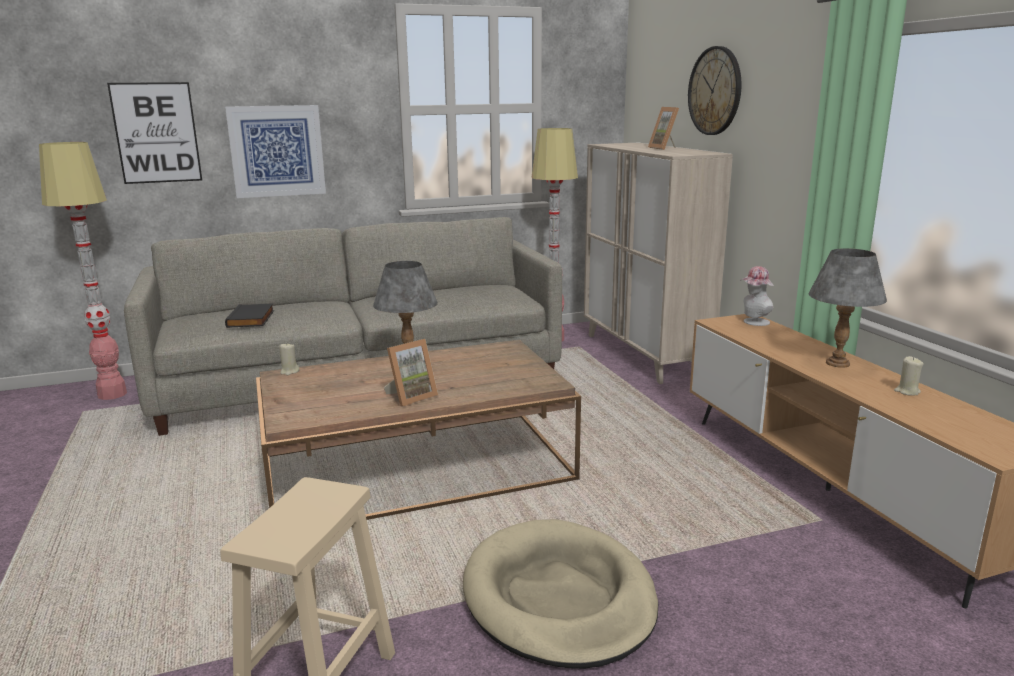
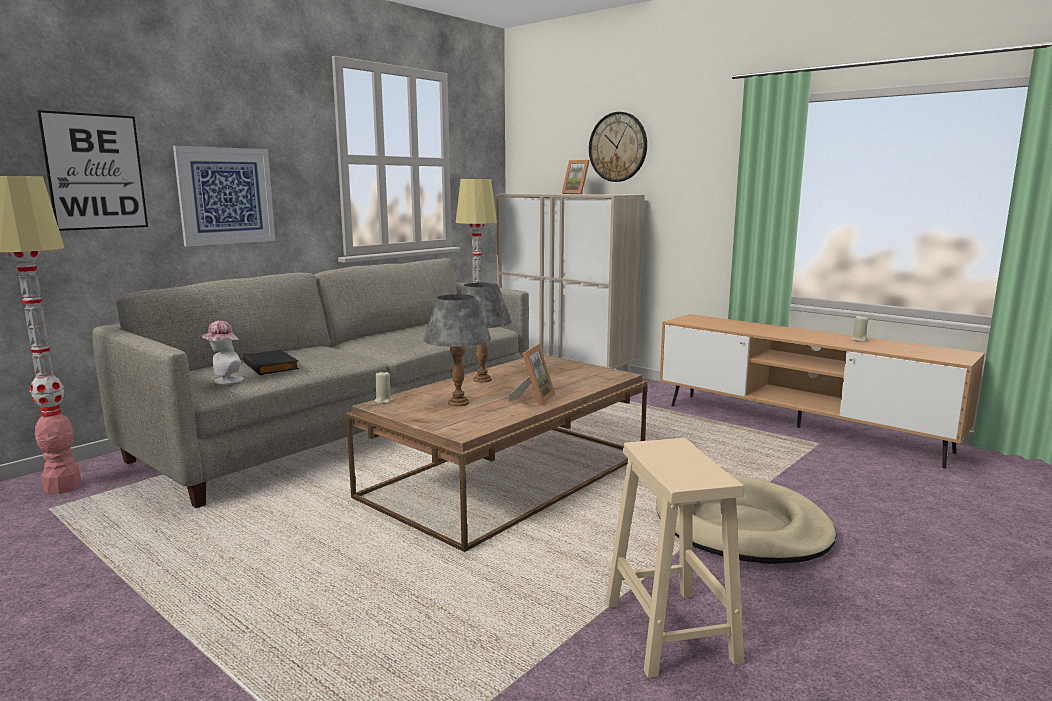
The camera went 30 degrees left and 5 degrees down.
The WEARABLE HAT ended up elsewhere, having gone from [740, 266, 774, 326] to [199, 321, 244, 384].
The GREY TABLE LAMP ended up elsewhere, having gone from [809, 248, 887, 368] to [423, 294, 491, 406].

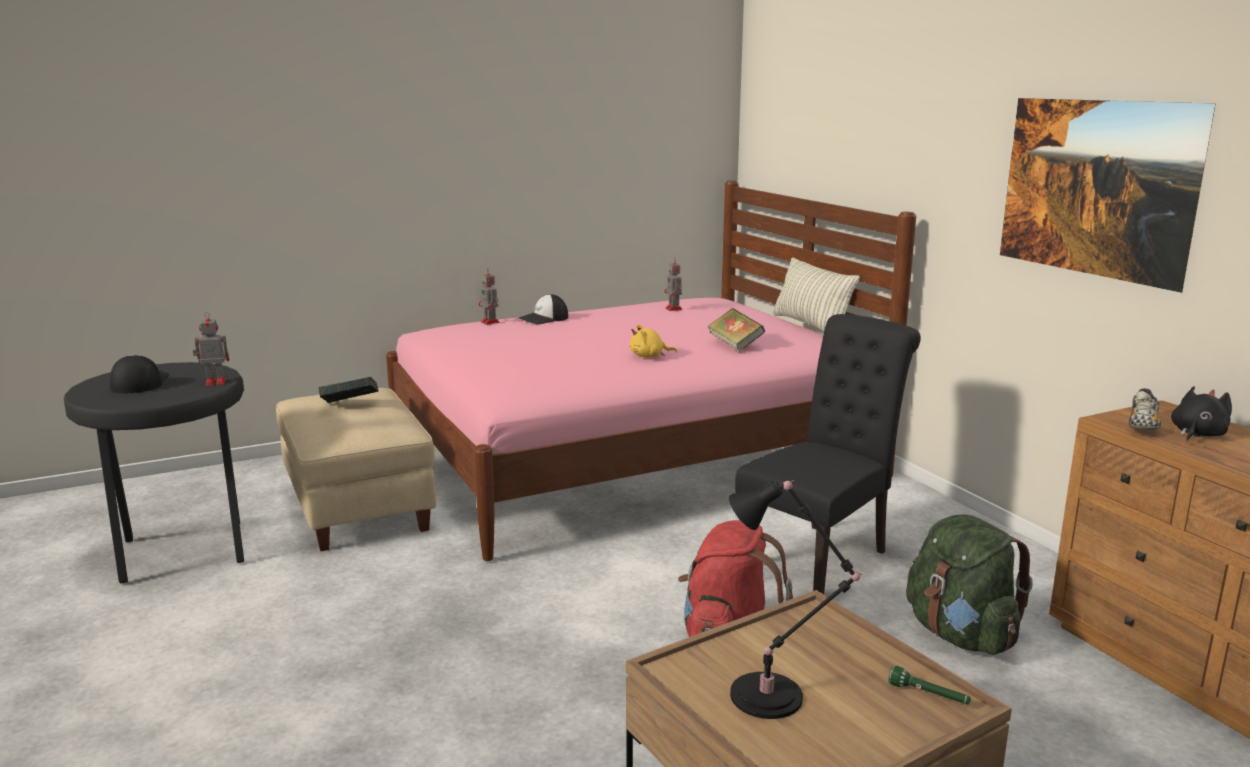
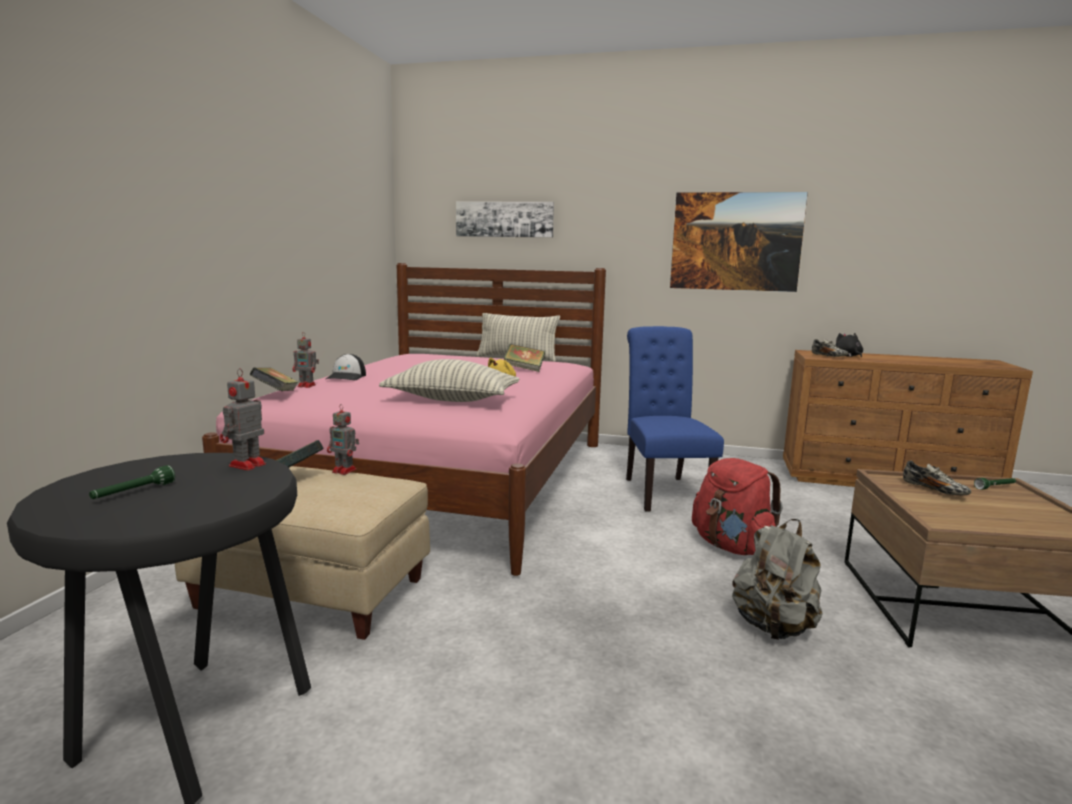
The camera went 50 degrees left and 5 degrees down.
Where the BASEBALL CAP stood at [110, 355, 169, 393], the GREEN-COLOURED FLASHLIGHT came to stand at [89, 465, 175, 499].
The second view gained the VOLUME at [250, 368, 298, 391].
The ROBOT FIGURE ended up elsewhere, having gone from [665, 258, 683, 311] to [327, 404, 359, 475].
The second view gained the CUSHION at [379, 359, 520, 402].
The second view gained the PICTURE at [456, 202, 554, 238].
What was the BLACKISH UPRIGHT CHAIR at [735, 314, 921, 594] turned into the BLUE UPRIGHT CHAIR at [626, 326, 724, 511].
The second view gained the GREY BACKPACK at [732, 519, 823, 640].
The second view gained the SHOE at [903, 461, 971, 495].
The second view lost the BLACKISH TABLE LAMP at [729, 480, 862, 719].
The second view lost the GREEN-COLOURED BACKPACK at [906, 515, 1033, 655].

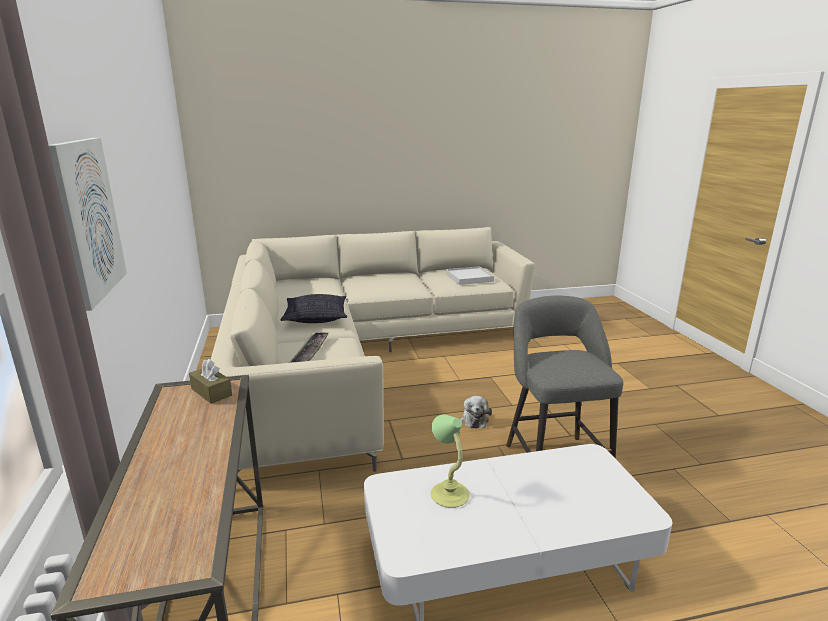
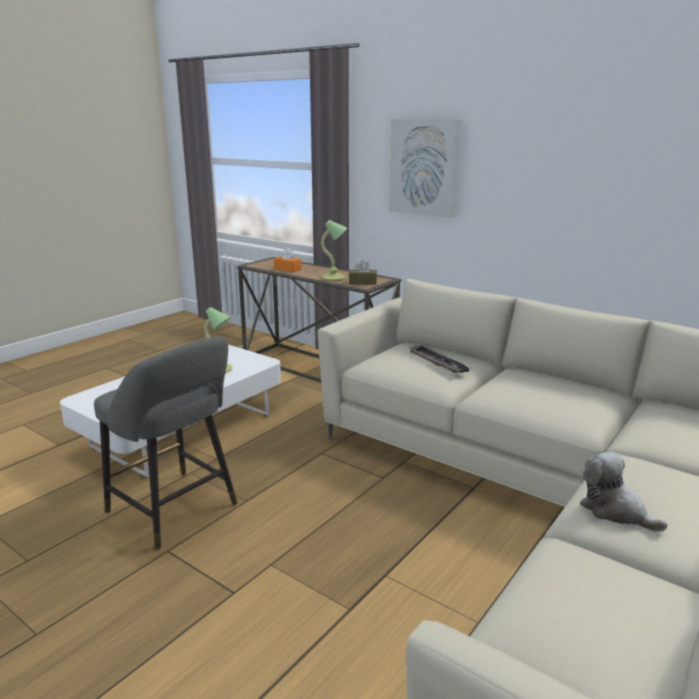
The camera went 140 degrees right and 0 degrees up.
The second view gained the ORANGE-COLOURED TISSUE HOLDER at [274, 248, 302, 272].
The second view gained the TABLE LAMP at [321, 220, 347, 281].
The SOFT TOY ended up elsewhere, having gone from [460, 396, 492, 428] to [579, 452, 668, 532].
The second view lost the CUSHION at [281, 294, 347, 323].
The second view lost the WHITE-COLOURED CARRYING TRAY at [446, 266, 494, 285].

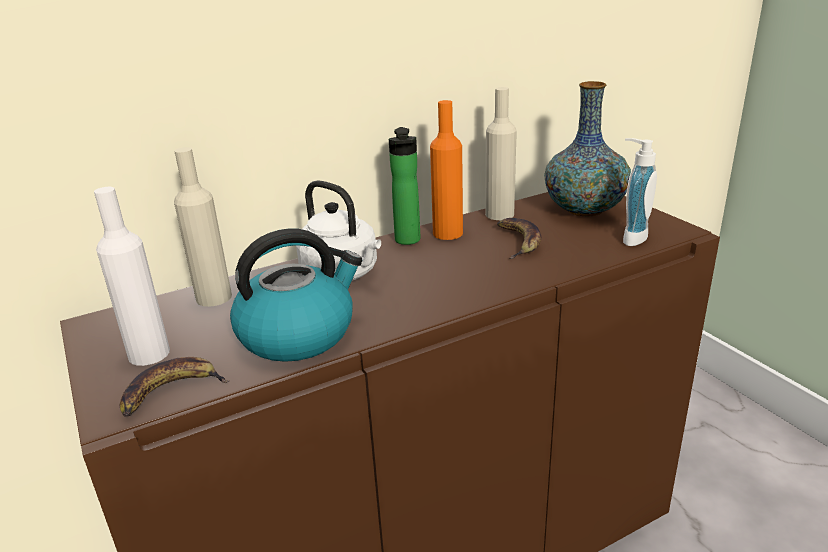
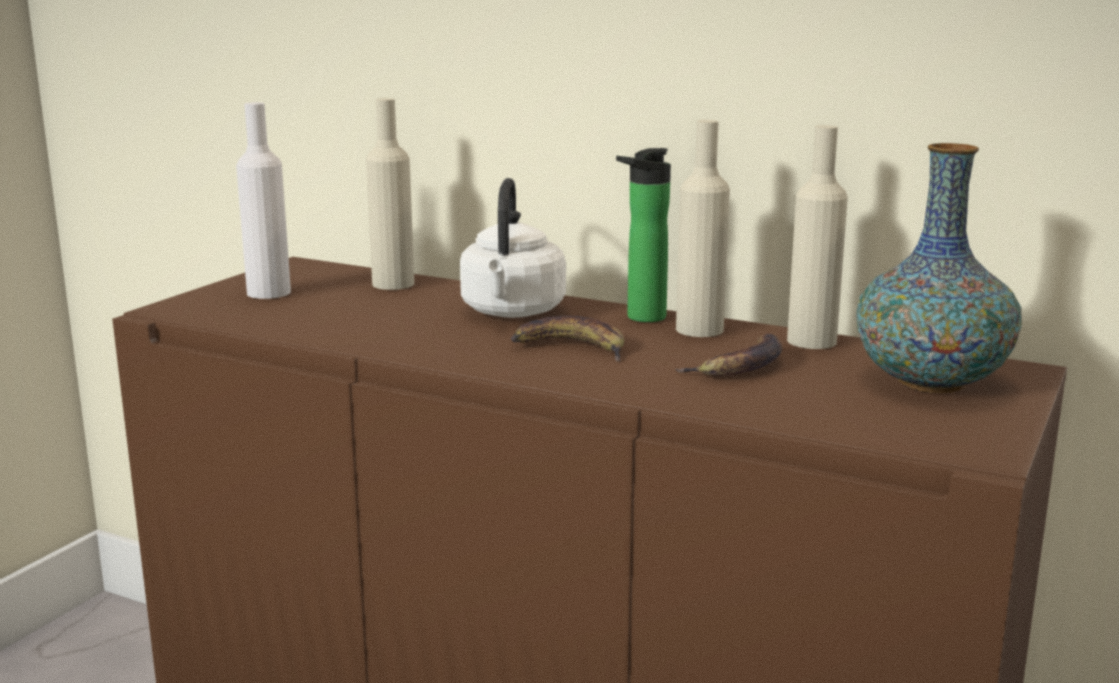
The camera went 55 degrees right and 10 degrees down.
The BANANA FRUIT ended up elsewhere, having gone from [120, 357, 229, 417] to [511, 316, 624, 362].
What was the ORANGE-COLOURED DRINK BOTTLE at [430, 100, 463, 240] turned into the BEIGE-COLOURED DRINK BOTTLE at [676, 120, 730, 337].
The second view lost the TEA KETTLE at [230, 228, 362, 362].
The second view lost the LIQUID SOAP BOTTLE at [623, 138, 657, 246].

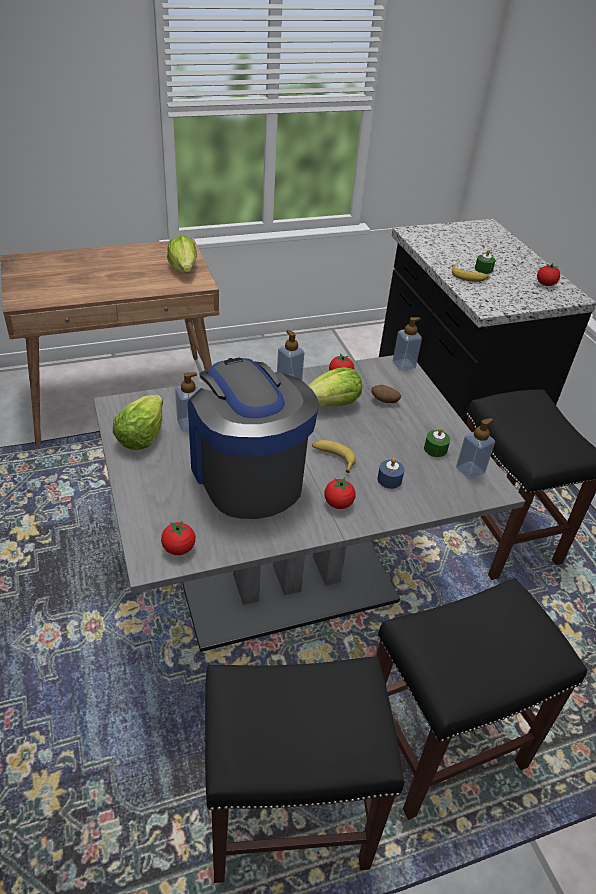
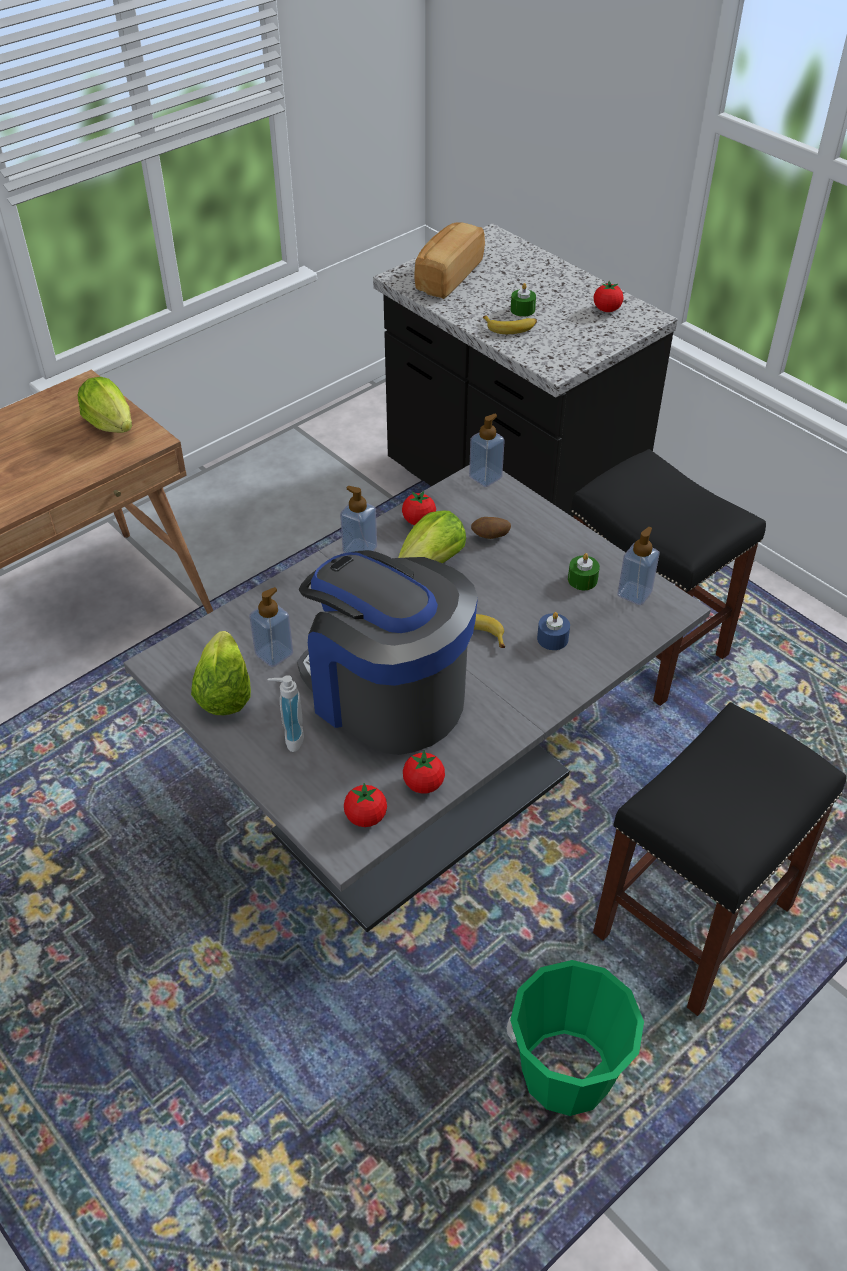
The camera went 20 degrees left and 5 degrees up.
The second view gained the LIQUID SOAP BOTTLE at [268, 675, 304, 752].
The TOMATO ended up elsewhere, having gone from [325, 478, 356, 509] to [403, 750, 445, 794].
The second view gained the BAKERY BREAD at [414, 222, 485, 299].
Where the BLACKISH STOOL stood at [205, 656, 404, 883], the GREEN-COLOURED PAIL came to stand at [507, 960, 644, 1116].

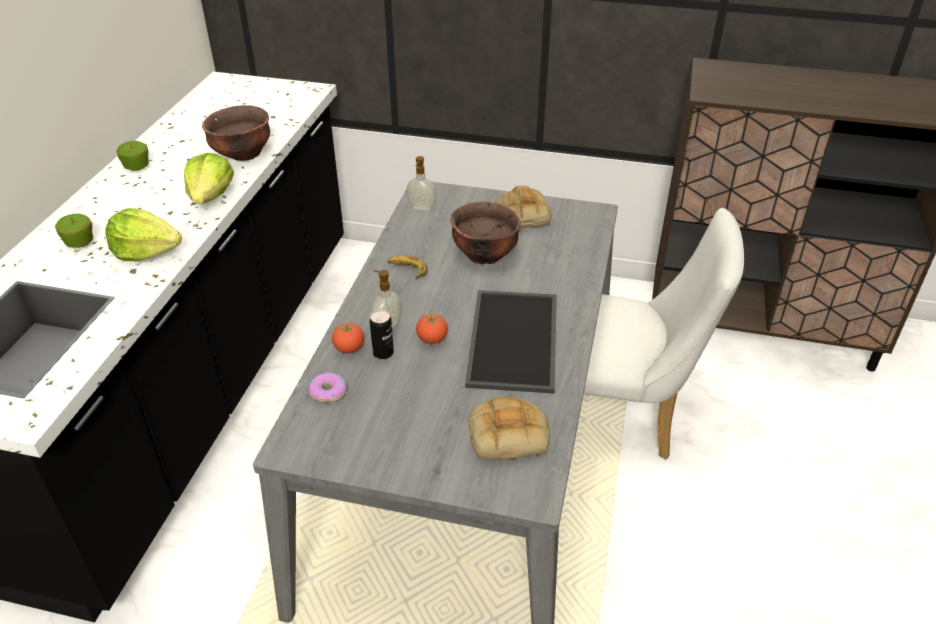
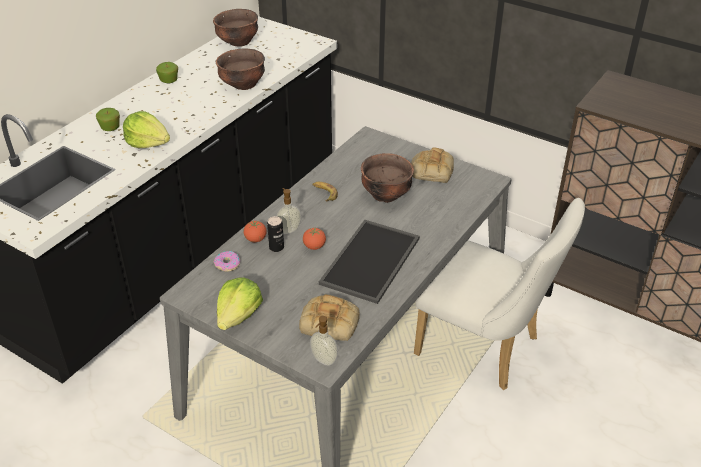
The camera went 20 degrees right and 0 degrees up.
The second view gained the BROWN-COLOURED SERVING BOWL at [213, 9, 258, 47].
The LETTUCE HEAD ended up elsewhere, having gone from [184, 153, 234, 204] to [217, 277, 263, 330].
The LIQUID SOAP BOTTLE ended up elsewhere, having gone from [406, 156, 437, 211] to [310, 316, 338, 366].

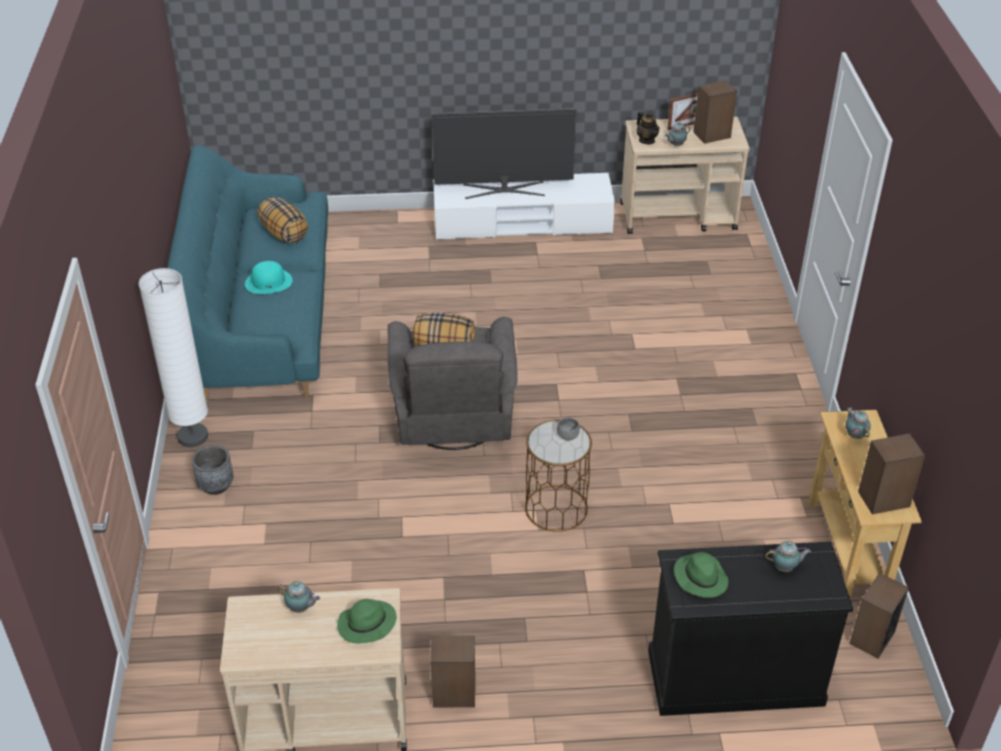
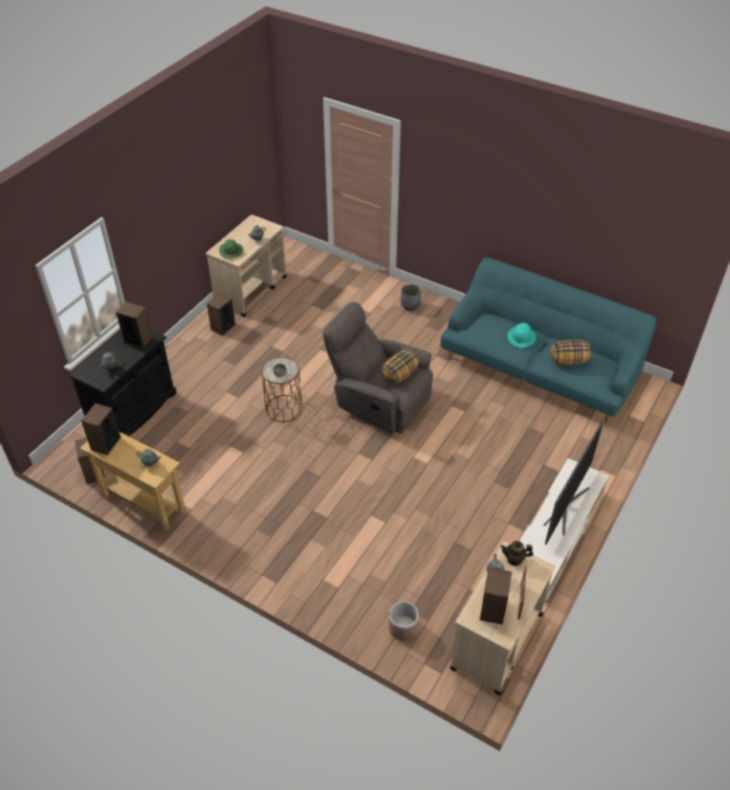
The camera went 125 degrees right and 5 degrees up.
Where the GREEN-COLOURED WEARABLE HAT stood at [674, 552, 728, 598], the LOUDSPEAKER came to stand at [116, 302, 153, 348].
The second view gained the FLOWER POT at [389, 601, 419, 641].
The second view lost the WHITE-COLOURED STANDING LAMP at [139, 268, 208, 447].

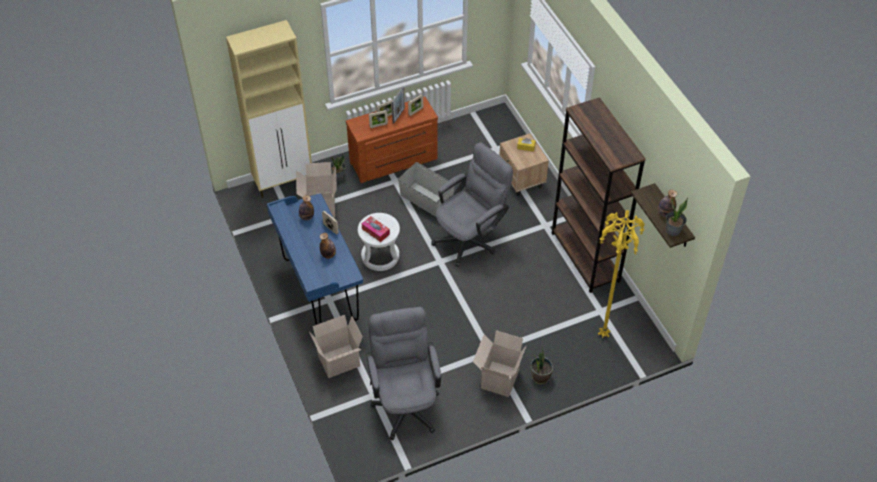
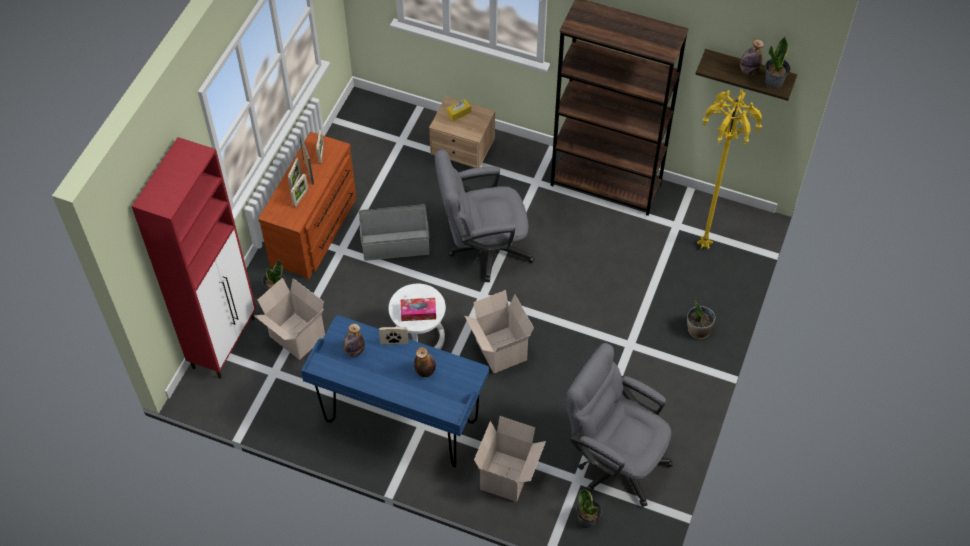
The camera went 45 degrees left and 5 degrees up.
What was the BEIGE-COLOURED CABINET at [226, 20, 312, 198] turned into the REDDISH CABINET at [132, 137, 256, 379].
The GREY COMPUTER CHAIR at [431, 142, 513, 267] ended up facing another way, 105 degrees counterclockwise from before.
The PACKING BOX ended up elsewhere, having gone from [473, 330, 527, 397] to [465, 290, 534, 373].
The second view gained the POTTED PLANT at [576, 489, 602, 528].

